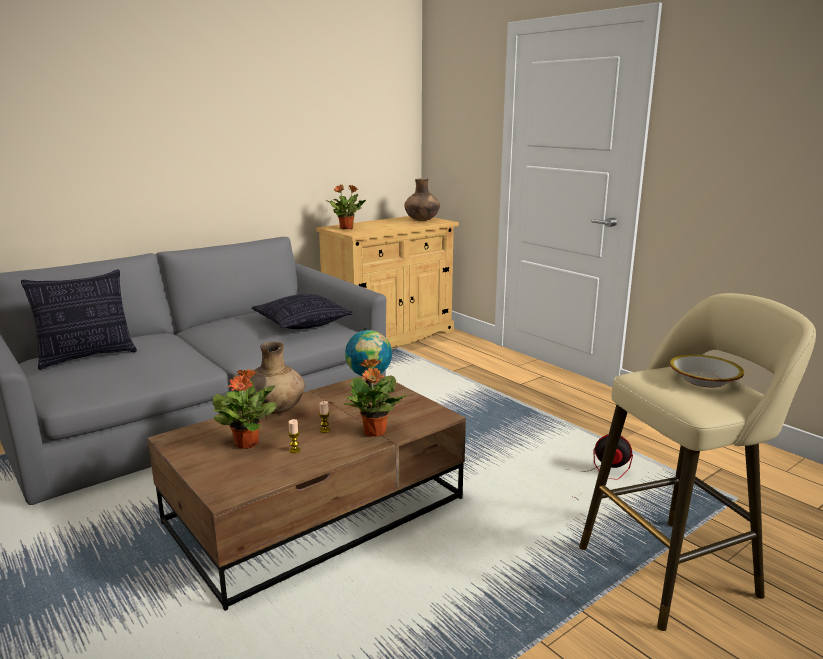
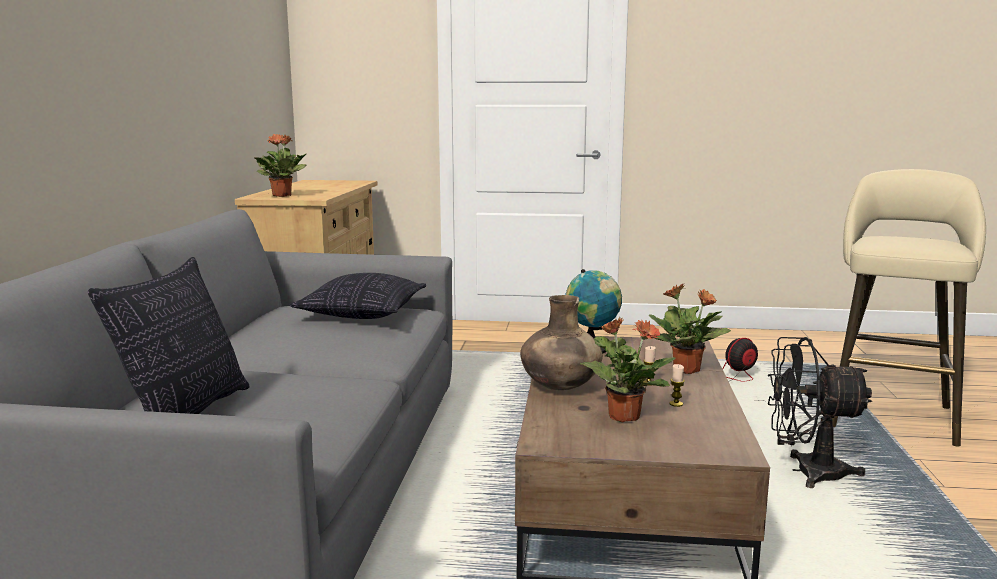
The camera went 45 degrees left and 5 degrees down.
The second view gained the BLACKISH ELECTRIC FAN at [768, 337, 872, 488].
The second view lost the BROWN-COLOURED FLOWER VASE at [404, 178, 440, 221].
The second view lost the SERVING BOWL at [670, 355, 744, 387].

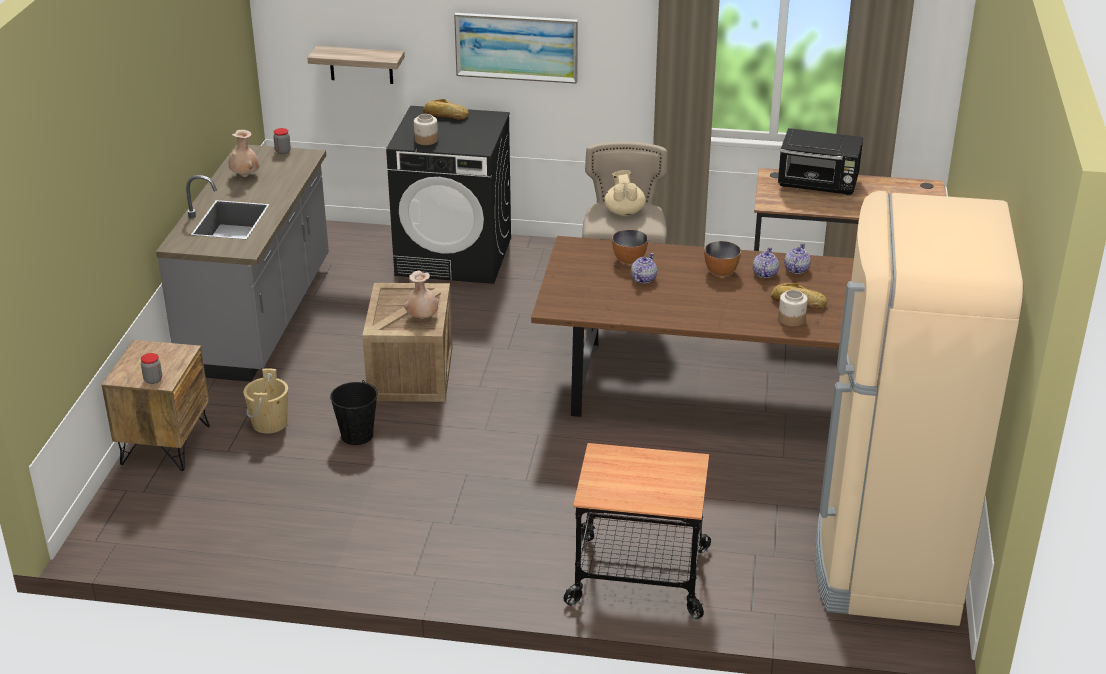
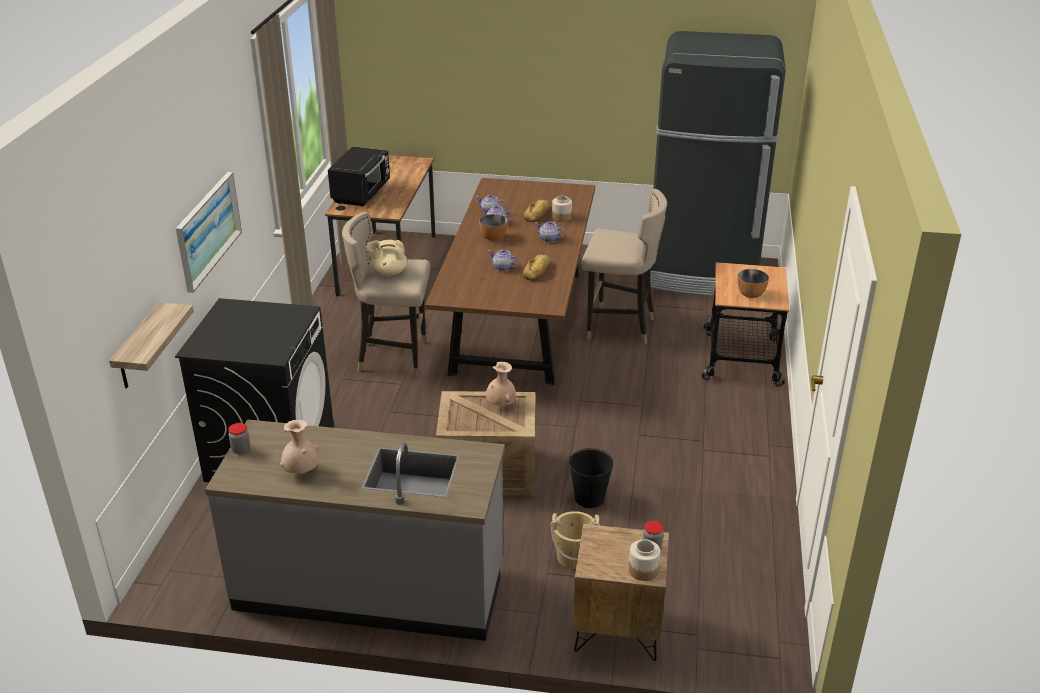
The camera went 90 degrees left and 0 degrees up.
The BAKERY BREAD ended up elsewhere, having gone from [423, 99, 469, 120] to [522, 254, 550, 281].
The second view gained the TEA POT at [535, 221, 566, 242].
The second view gained the BEIGE-COLOURED STOOL at [582, 189, 667, 344].
The PRESERVE JAR ended up elsewhere, having gone from [414, 114, 438, 145] to [629, 539, 660, 581].
What was the BEIGE-COLOURED REFRIGERATOR at [815, 191, 1024, 626] turned into the BLACKISH REFRIGERATOR at [650, 31, 786, 296].
The SERVING BOWL ended up elsewhere, having gone from [612, 230, 648, 264] to [738, 269, 769, 298].

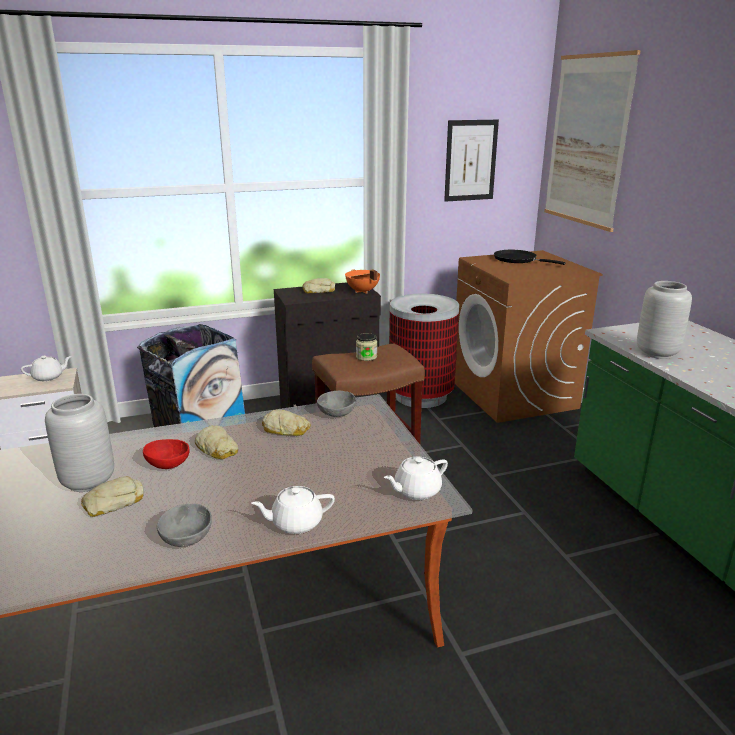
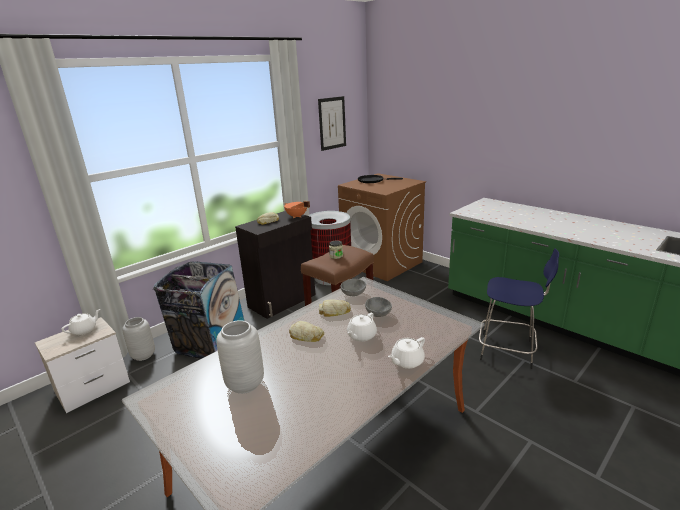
The camera went 25 degrees left and 0 degrees up.
The GREY FLOWER VASE ended up elsewhere, having gone from [637, 281, 692, 359] to [122, 317, 155, 361].
The WHITE-COLOURED TEA POT ended up elsewhere, having gone from [384, 457, 448, 500] to [347, 313, 377, 342].
The GREY SERVING BOWL ended up elsewhere, having gone from [157, 504, 212, 547] to [365, 297, 392, 317].
The second view gained the BLUE STOOL at [479, 248, 559, 369].
The second view lost the BAKERY BREAD at [81, 476, 144, 517].
The second view lost the REDDISH SERVING BOWL at [143, 439, 190, 469].
The second view lost the PICTURE at [544, 50, 641, 232].

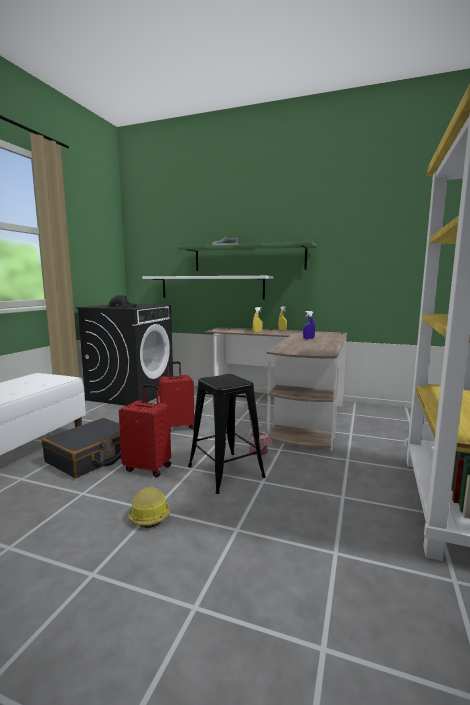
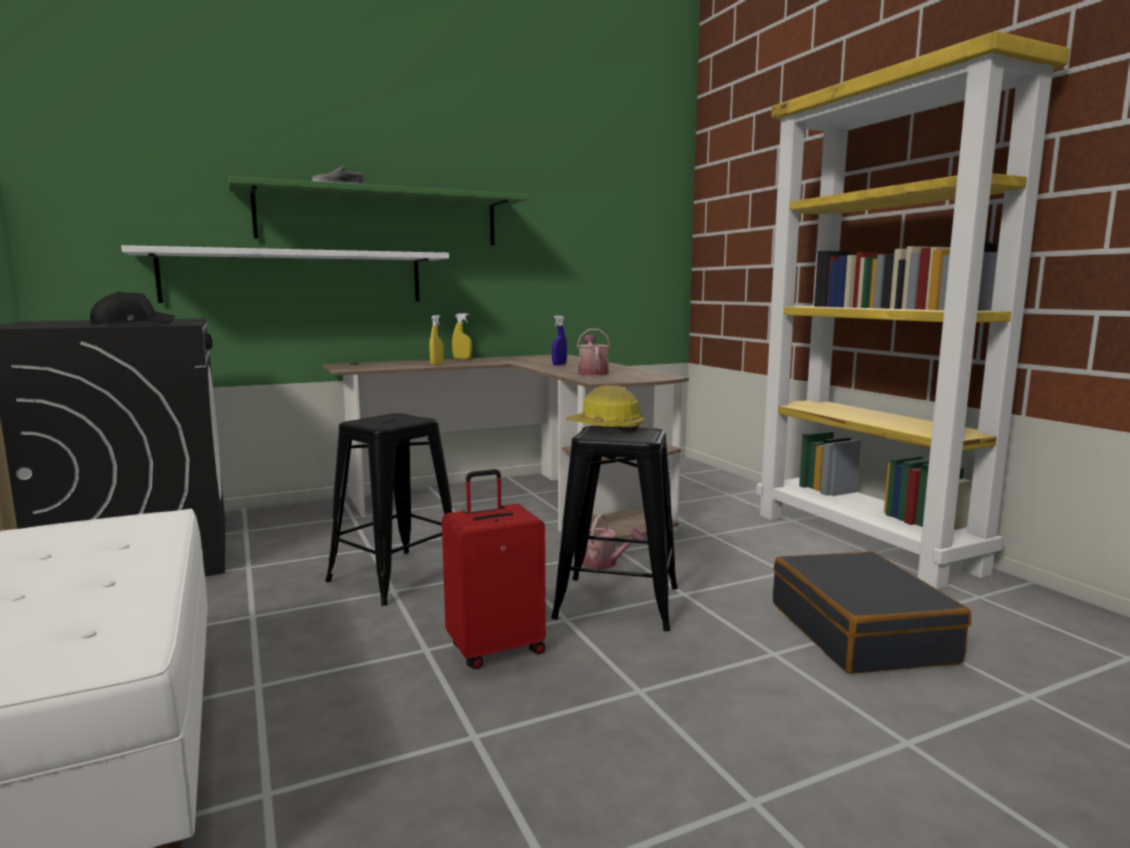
The camera went 45 degrees left and 0 degrees up.
Where the REDDISH PIECE OF LUGGAGE stood at [159, 362, 194, 431], the BLACKISH STOOL came to stand at [325, 413, 452, 606].
The WORK HELMET ended up elsewhere, having gone from [128, 486, 170, 528] to [566, 385, 644, 433].
The second view gained the SPRINKLING CAN at [577, 329, 611, 375].
The BLACKISH PIECE OF LUGGAGE ended up elsewhere, having gone from [42, 418, 121, 478] to [773, 551, 971, 674].

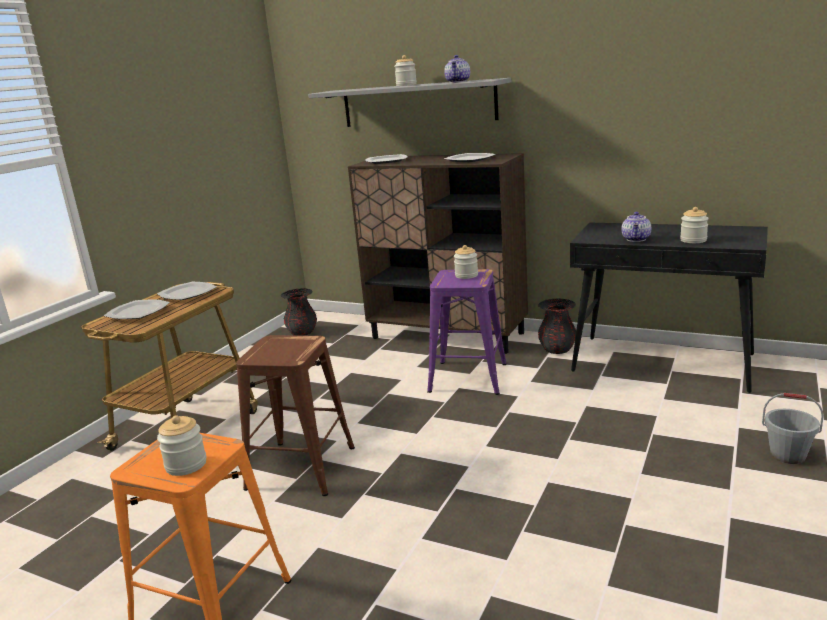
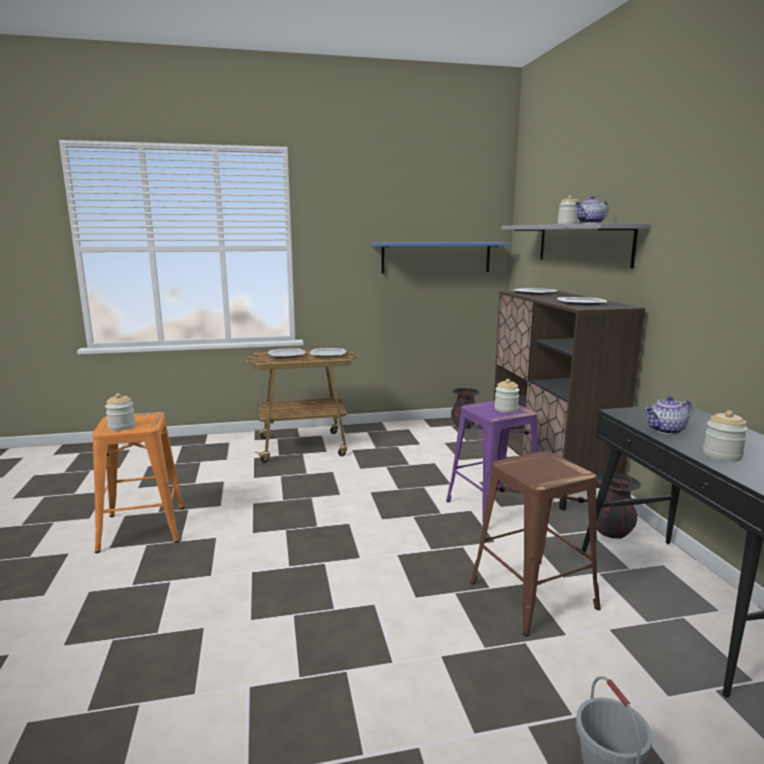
The camera went 50 degrees right and 5 degrees down.
The second view gained the BLUE SHELF at [370, 242, 511, 274].
The BROWN-COLOURED STOOL ended up elsewhere, having gone from [236, 335, 355, 496] to [470, 451, 600, 637].

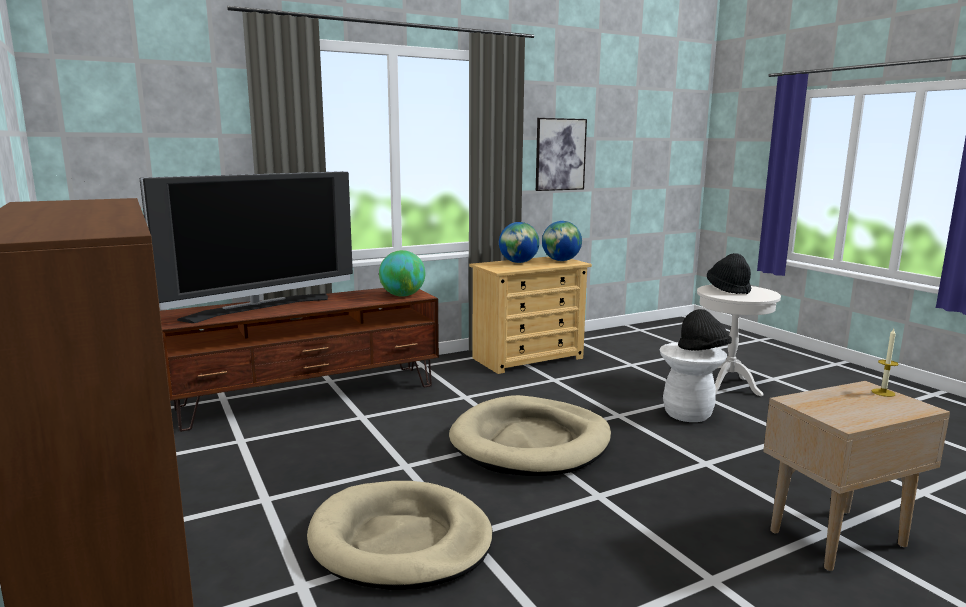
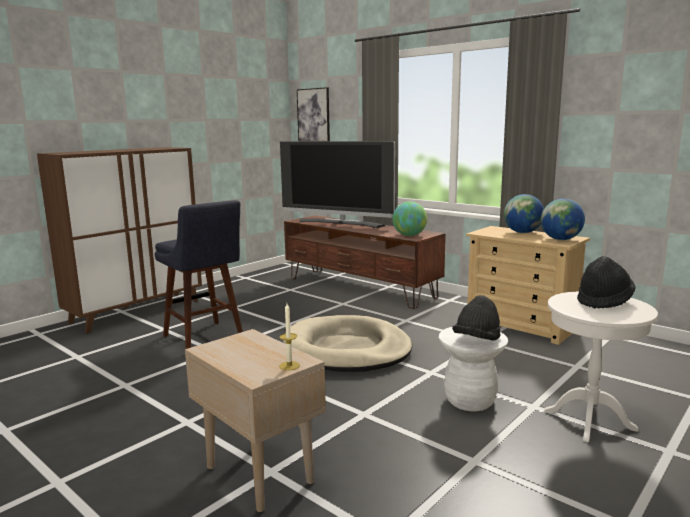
The camera went 70 degrees right and 0 degrees up.
Where the BEIGE-COLOURED DOG CUSHION stood at [307, 481, 493, 590], the BLUE STOOL came to stand at [155, 200, 243, 349].
The PICTURE ended up elsewhere, having gone from [536, 118, 587, 191] to [297, 87, 330, 141].

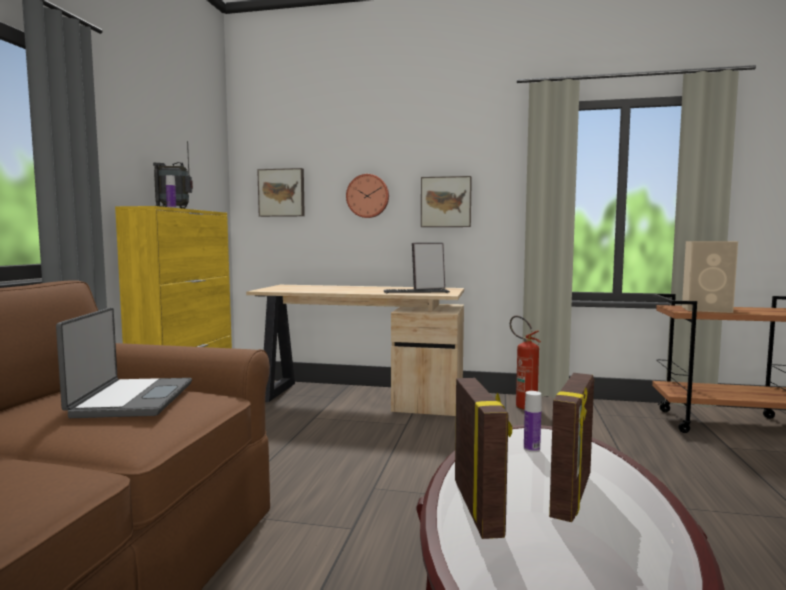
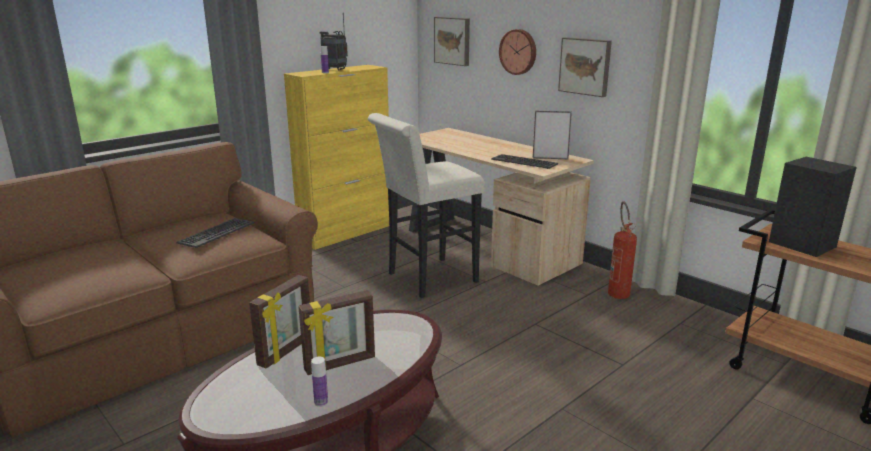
The camera went 35 degrees right and 15 degrees up.
Where the LAPTOP stood at [56, 308, 192, 418], the KEYBOARD came to stand at [177, 218, 254, 248].
The DRINK BOTTLE ended up elsewhere, having gone from [524, 391, 541, 452] to [311, 357, 328, 407].
The second view gained the WHITE-COLOURED STOOL at [368, 113, 485, 298].
What was the BEIGE-COLOURED LOUDSPEAKER at [682, 241, 738, 313] turned into the BLACKISH LOUDSPEAKER at [769, 157, 857, 257].

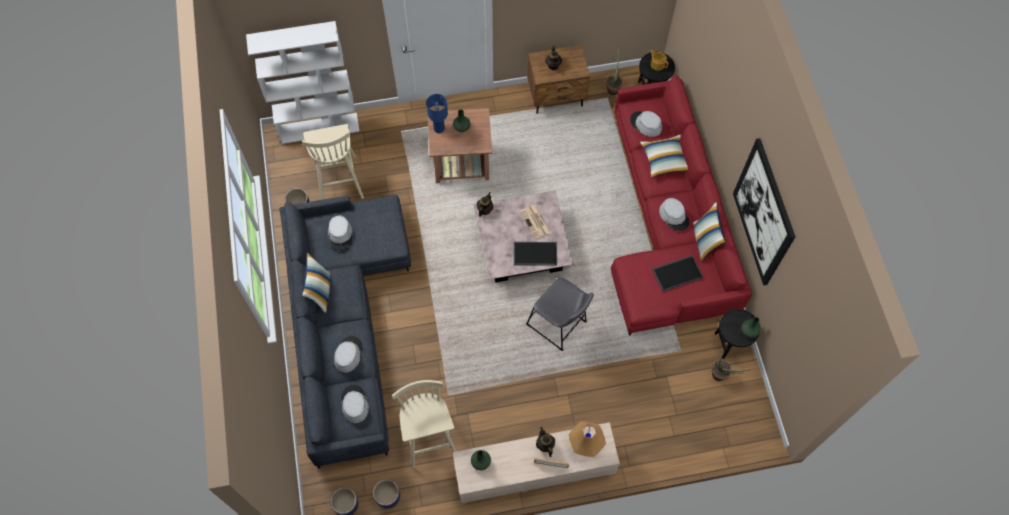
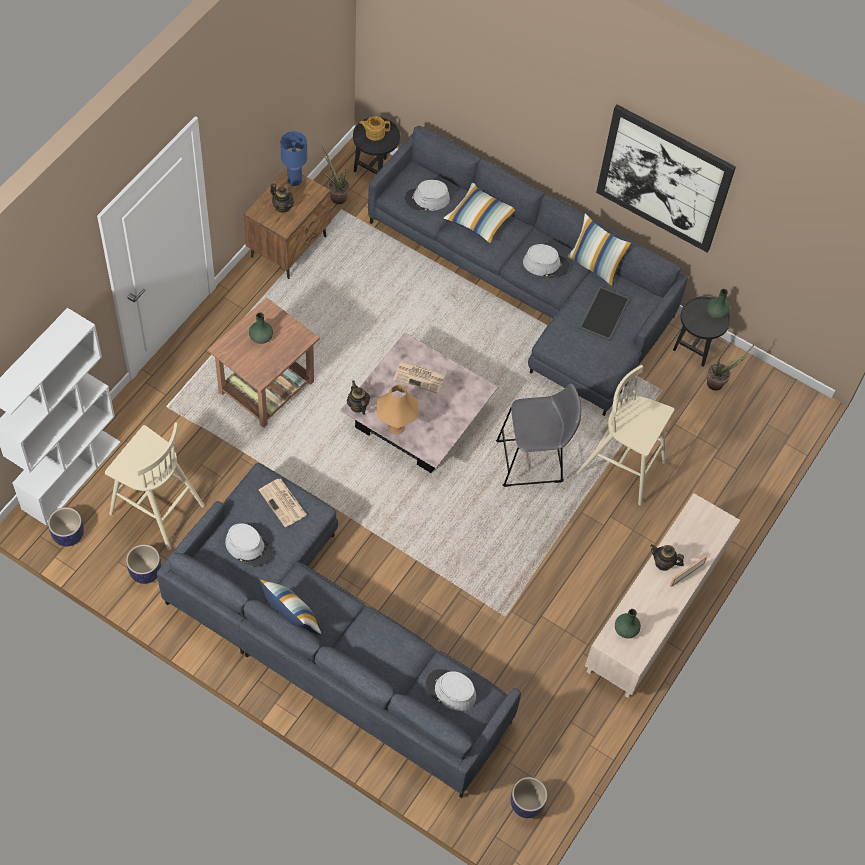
The camera went 50 degrees left and 5 degrees down.
The FLOWER POT ended up elsewhere, having gone from [373, 479, 400, 509] to [48, 507, 84, 546].
The second view gained the DAILY PAPER at [259, 479, 307, 527].
The BLUE TABLE LAMP ended up elsewhere, having gone from [426, 94, 448, 133] to [280, 131, 307, 186].
What was the REDDISH SETTEE at [611, 75, 752, 336] turned into the GREY SETTEE at [368, 126, 688, 416].
The ORANGE-COLOURED TABLE LAMP ended up elsewhere, having gone from [568, 421, 606, 457] to [377, 384, 418, 435].
The BEIGE-COLOURED STOOL ended up elsewhere, having gone from [392, 380, 456, 468] to [576, 365, 674, 506].
The second view lost the GREY WEARABLE HAT at [334, 336, 363, 373].
The second view lost the CARRYING TRAY at [514, 242, 557, 266].

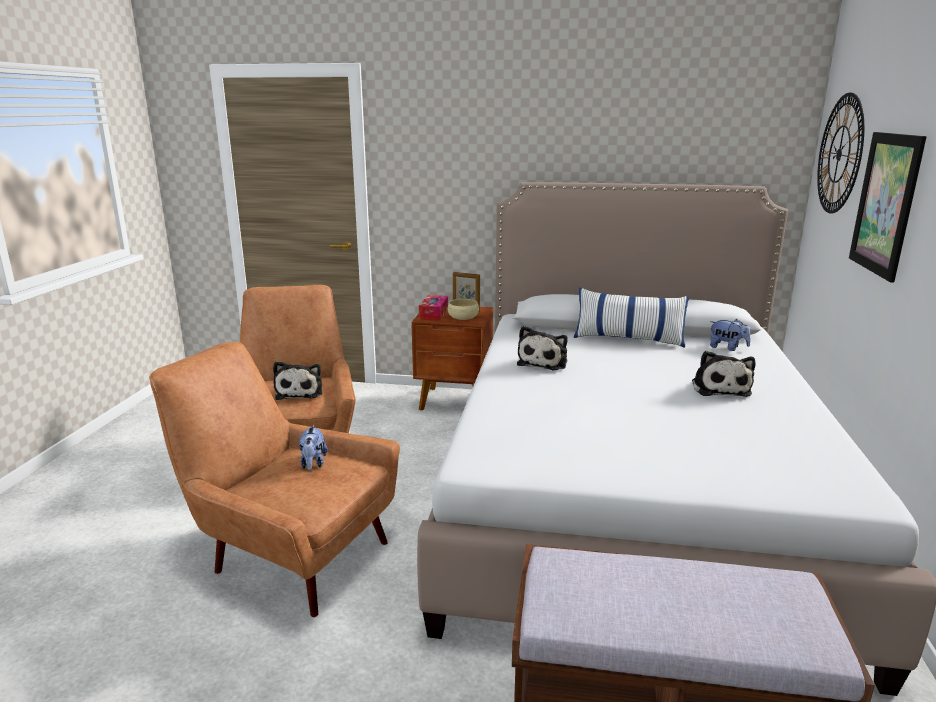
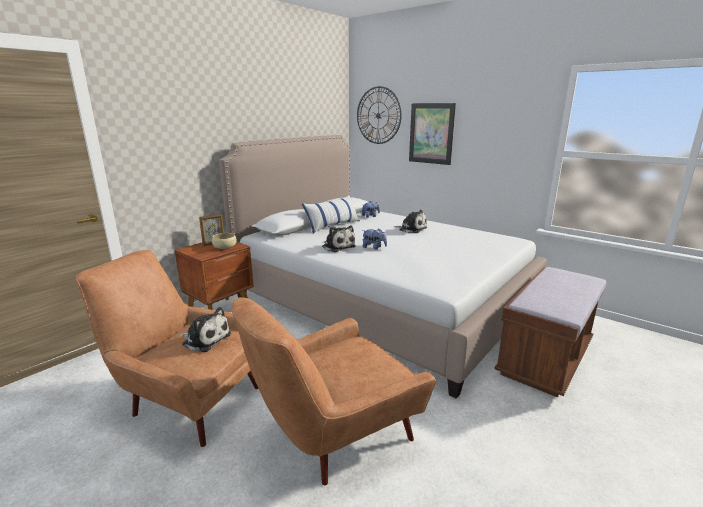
The camera went 60 degrees left and 0 degrees up.
The SOFT TOY ended up elsewhere, having gone from [299, 425, 328, 471] to [362, 228, 387, 250].
The second view lost the TISSUE HOLDER at [419, 295, 448, 321].

